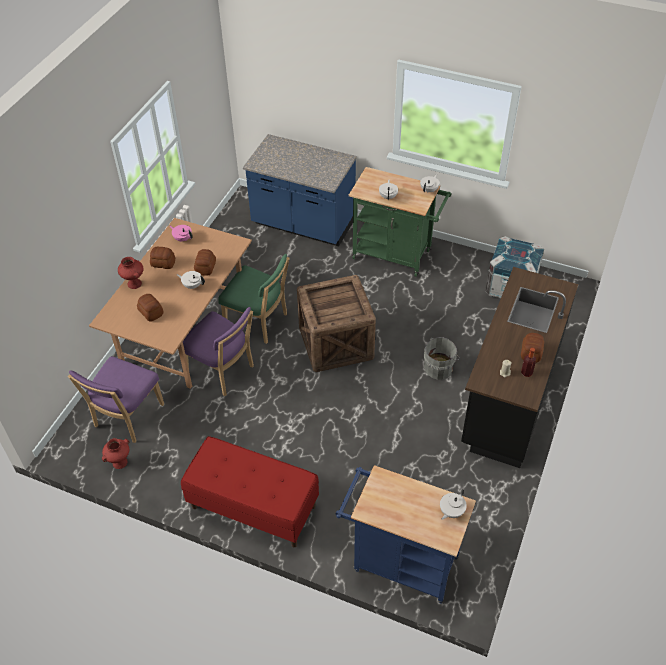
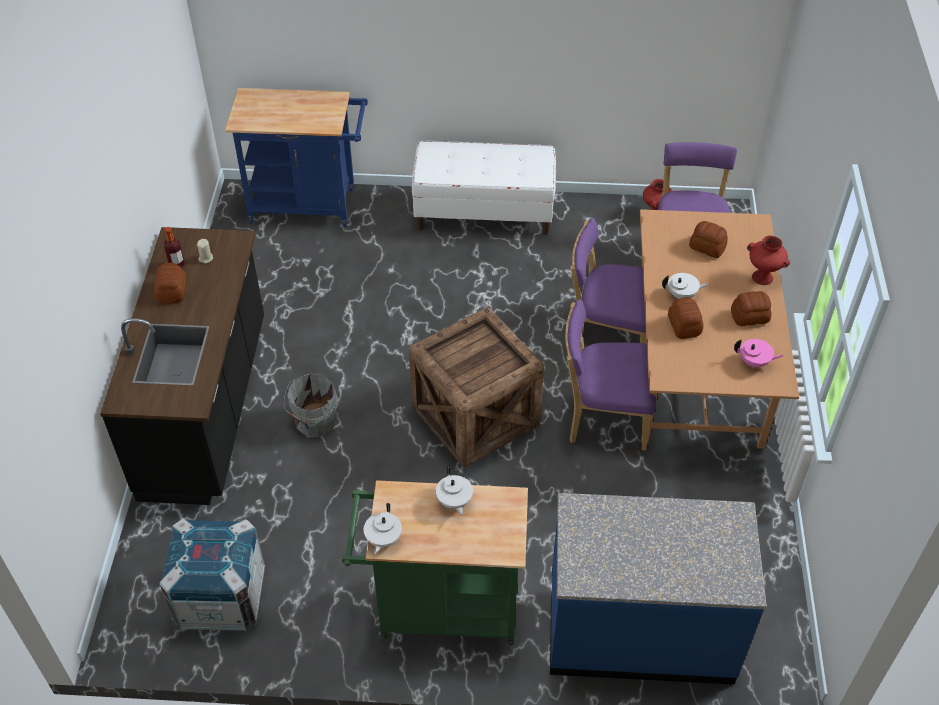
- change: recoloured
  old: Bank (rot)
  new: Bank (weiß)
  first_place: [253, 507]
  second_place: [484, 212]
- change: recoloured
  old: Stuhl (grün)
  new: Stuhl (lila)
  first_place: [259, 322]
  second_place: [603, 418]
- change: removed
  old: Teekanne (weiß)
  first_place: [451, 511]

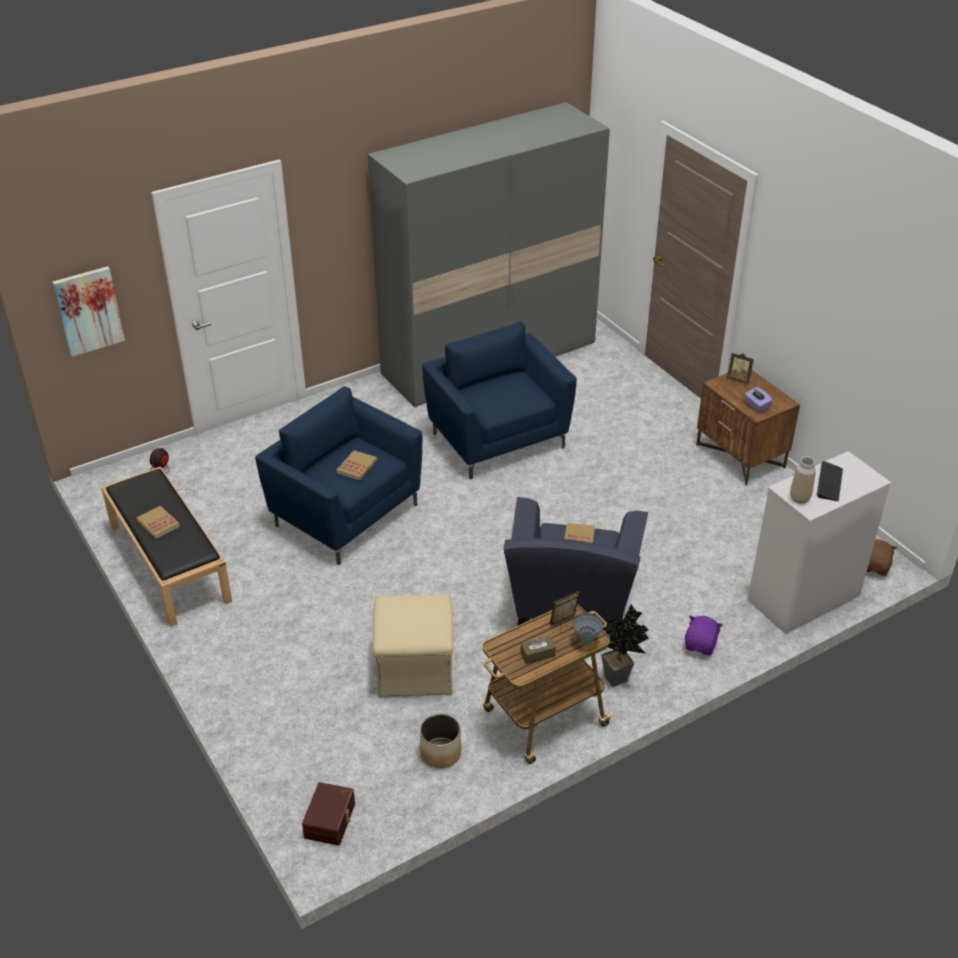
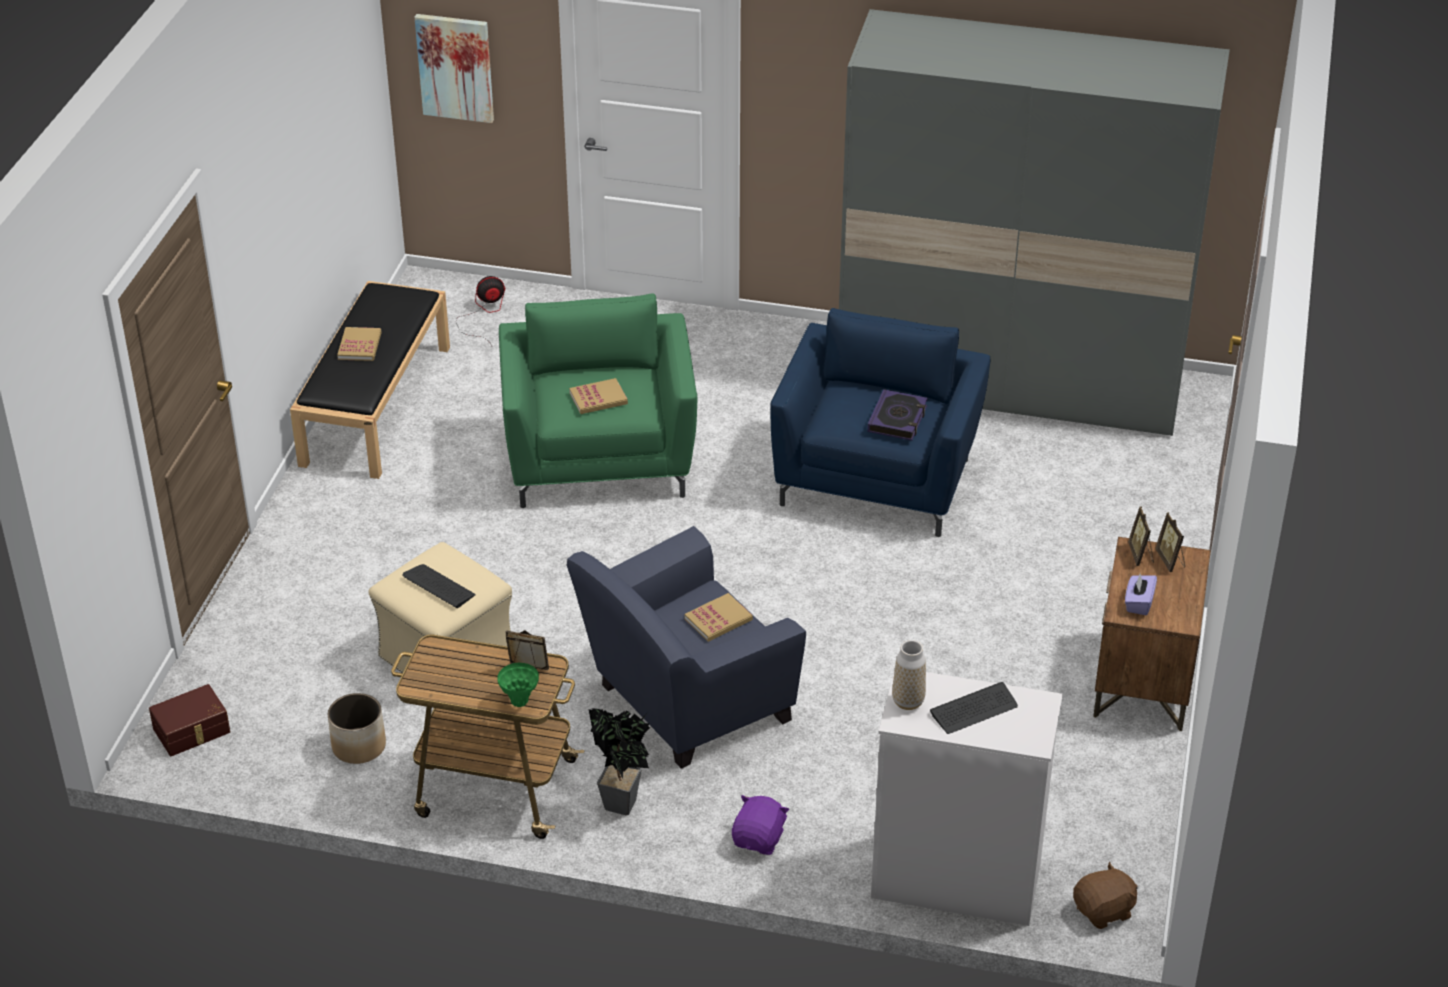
- change: added
  new: Tastatur
  second_place: [439, 586]
- change: recoloured
  old: Vase (grau)
  new: Vase (grün)
  first_place: [586, 641]
  second_place: [519, 701]
- change: recoloured
  old: Sessel (blau)
  new: Sessel (grün)
  first_place: [345, 513]
  second_place: [600, 460]
- change: turned
  old: Plüschtier (lila)
  first_place: [701, 645]
  second_place: [759, 839]
  degrees: -45
- change: added
  new: Buch
  second_place: [897, 419]
- change: added
  new: Bilderrahmen
  second_place: [1141, 555]
- change: removed
  old: Taschentuchbox (braun)
  first_place: [537, 654]

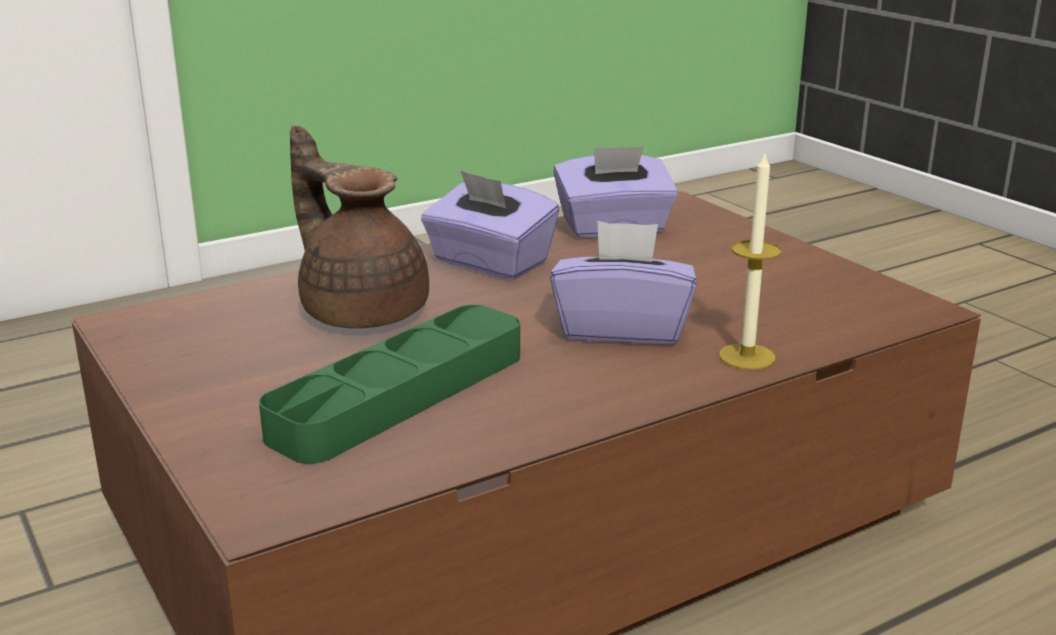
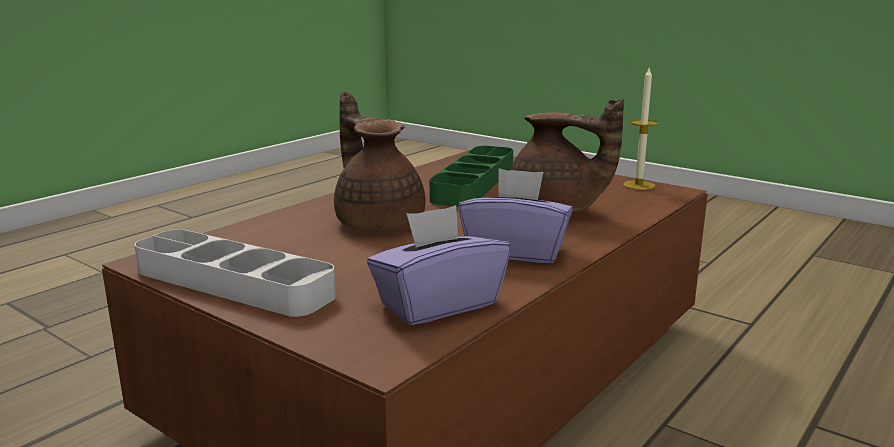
- change: added
  new: Tablett (grau)
  second_place: [233, 283]
- change: replaced
  old: Taschentuchbox (lila)
  new: Teekanne (braun)
  first_place: [622, 328]
  second_place: [378, 221]
- change: moved
  old: Kerze
  first_place: [747, 356]
  second_place: [638, 185]

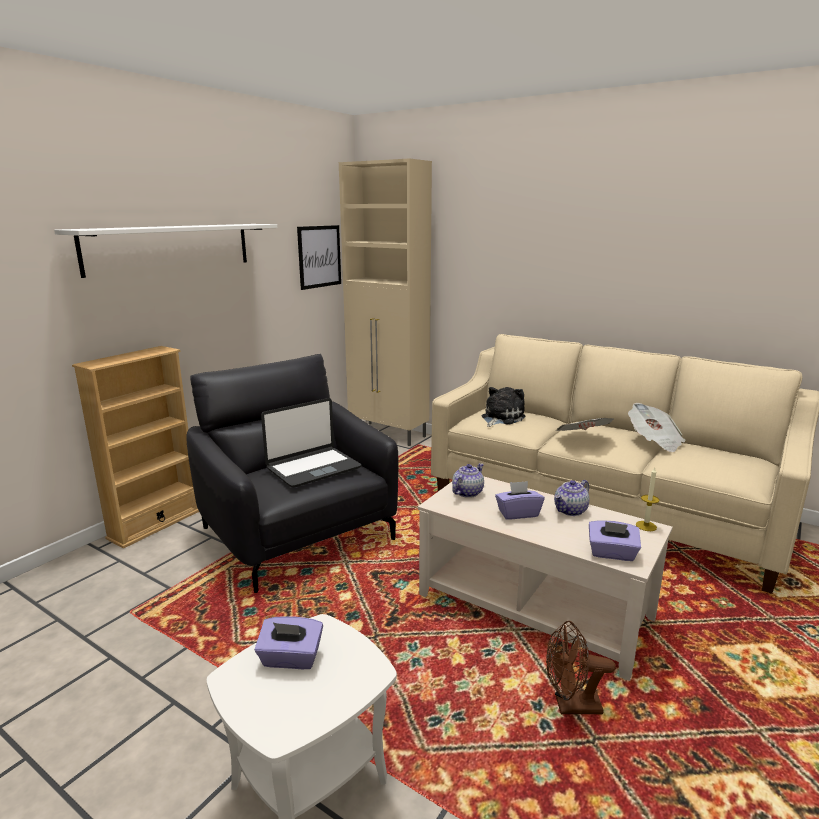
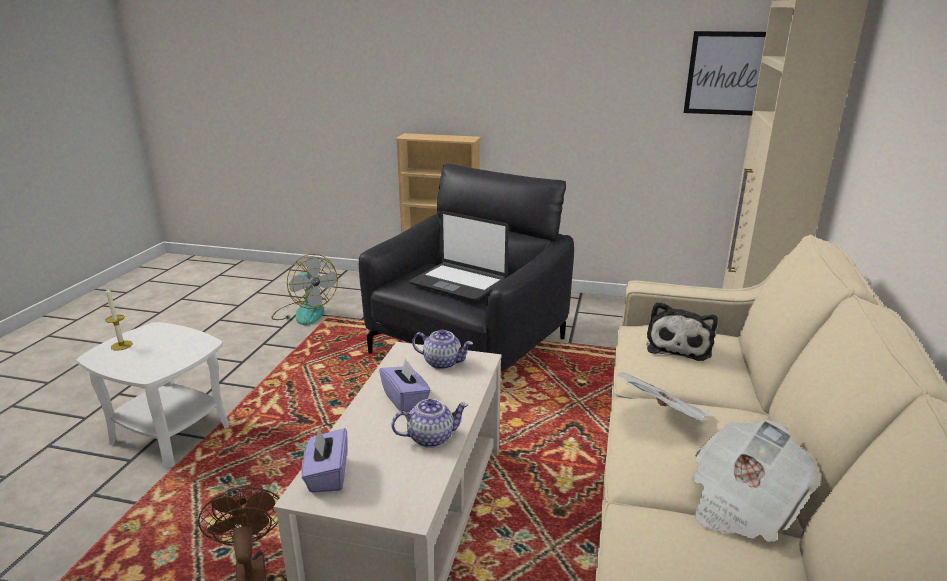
- change: moved
  old: Kerze
  first_place: [646, 526]
  second_place: [121, 345]
- change: added
  new: Ventilator
  second_place: [304, 312]
- change: turned
  old: Teekanne
  first_place: [570, 511]
  second_place: [431, 437]
  degrees: 135
- change: turned
  old: Plüschtier
  first_place: [501, 418]
  second_place: [679, 346]
  degrees: 90
- change: removed
  old: Wandregal (weiß)
  first_place: [171, 247]
- change: removed
  old: Taschentuchbox (lila)
  first_place: [290, 659]

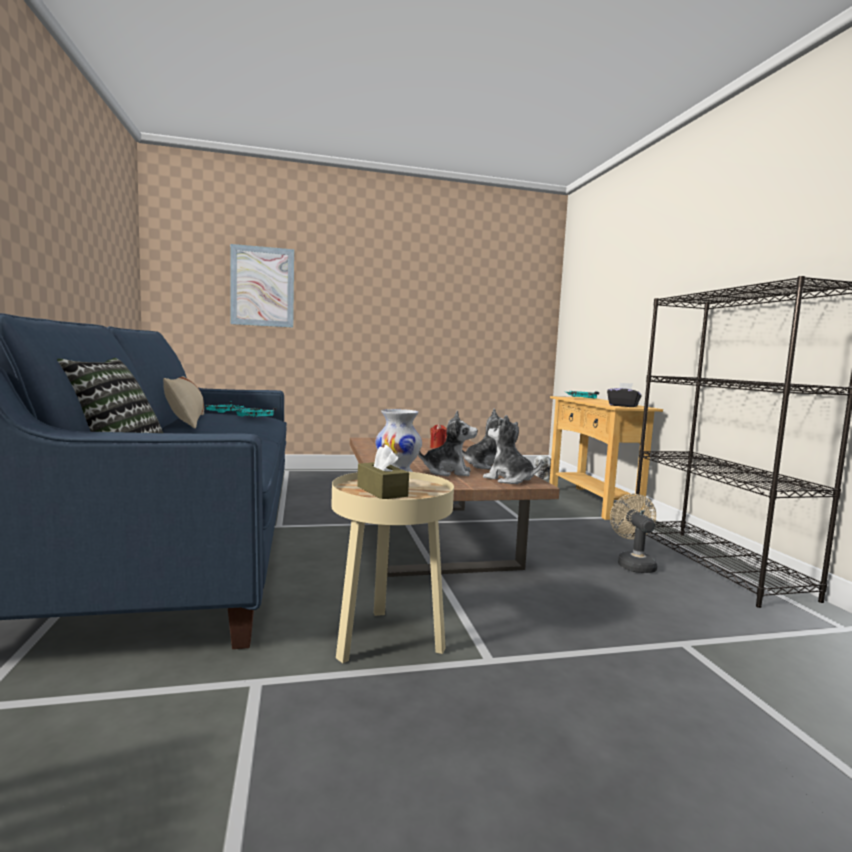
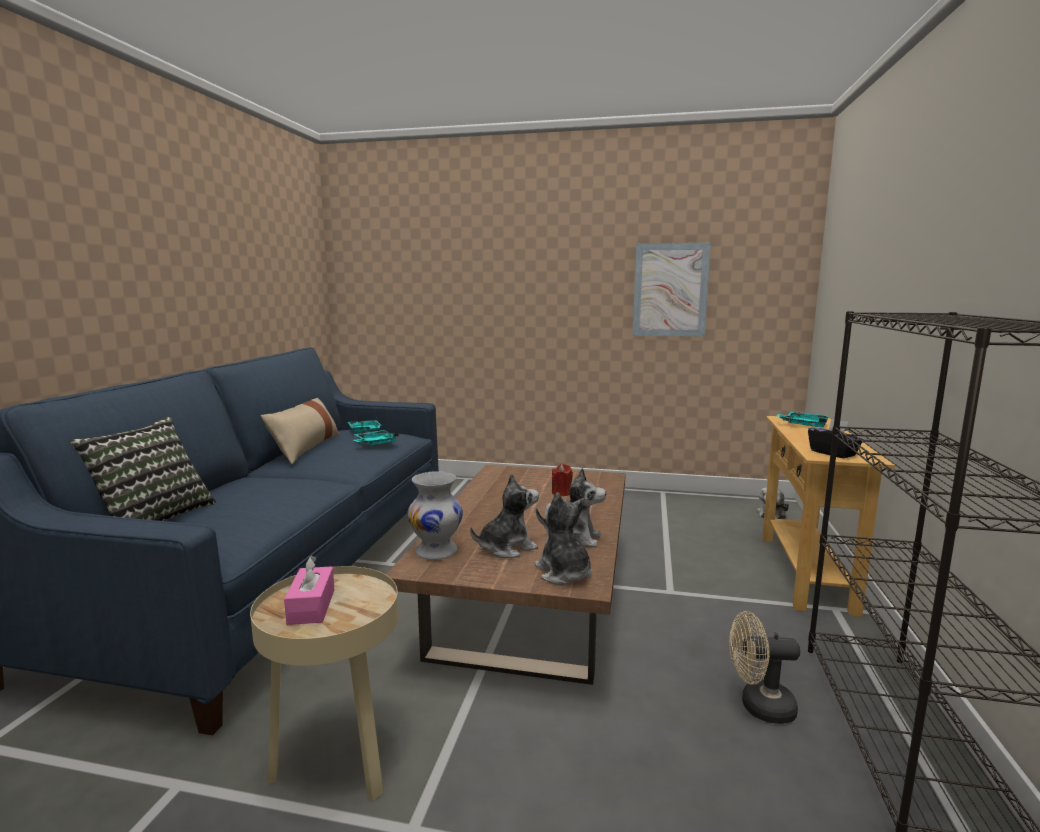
- change: recoloured
  old: Taschentuchbox (braun)
  new: Taschentuchbox (rosa)
  first_place: [382, 491]
  second_place: [311, 606]
- change: turned
  old: Plüschtier
  first_place: [447, 472]
  second_place: [506, 548]
  degrees: -60
- change: moved
  old: Bild
  first_place: [262, 286]
  second_place: [670, 290]
- change: turned
  old: Ventilator (beige)
  first_place: [633, 564]
  second_place: [759, 706]
  degrees: -105

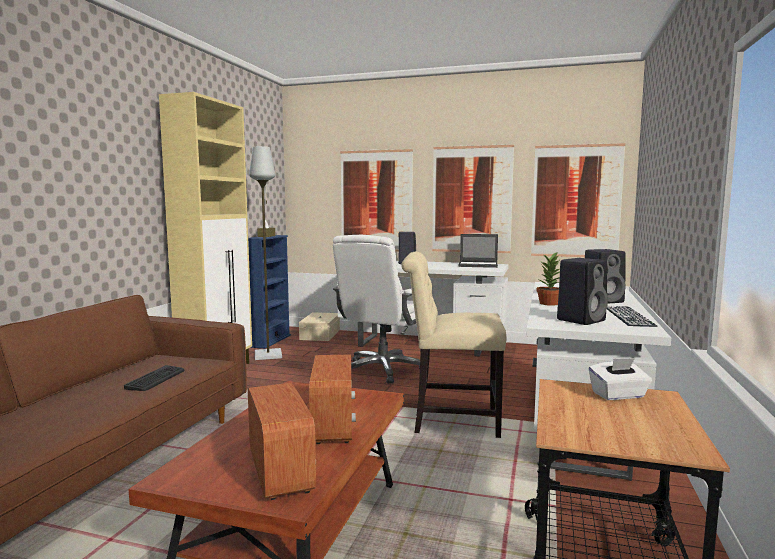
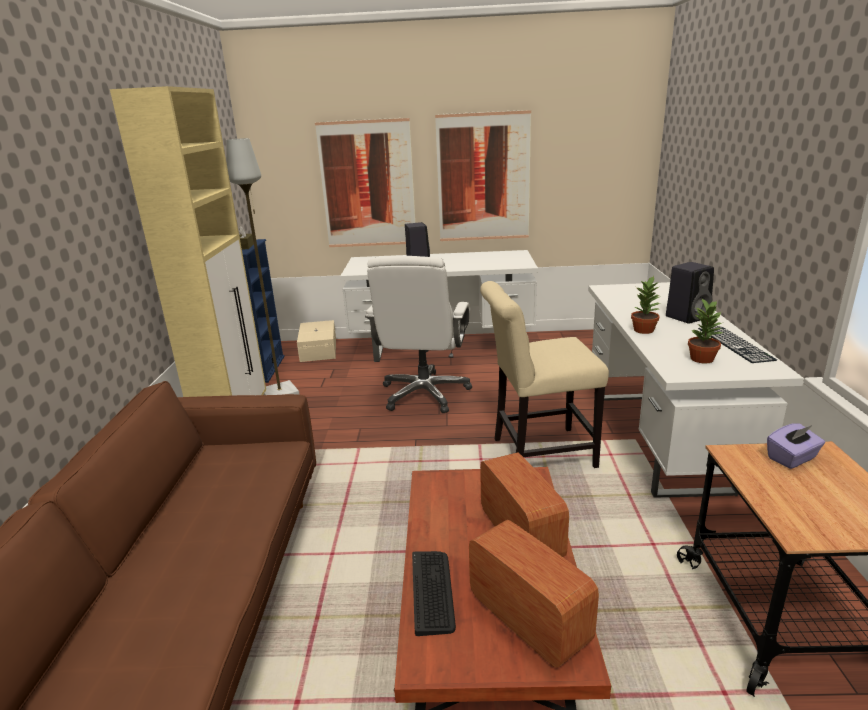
- change: moved
  old: Tastatur
  first_place: [156, 379]
  second_place: [432, 591]
- change: replaced
  old: Lautsprecher (schwarz)
  new: Topfpflanze
  first_place: [581, 320]
  second_place: [702, 358]
- change: recoloured
  old: Taschentuchbox (weiß)
  new: Taschentuchbox (lila)
  first_place: [618, 395]
  second_place: [792, 458]
- change: removed
  old: Laptop
  first_place: [478, 265]
- change: removed
  old: Bild
  first_place: [576, 201]

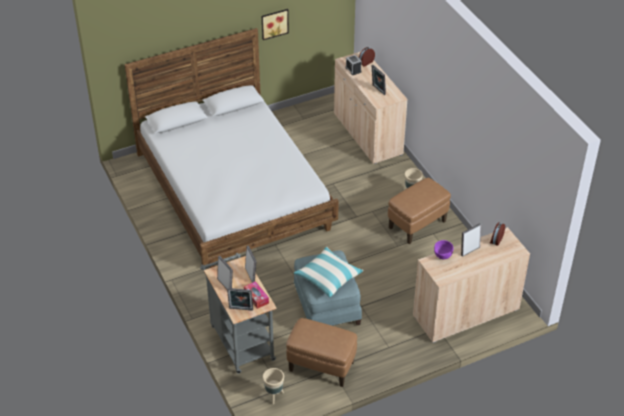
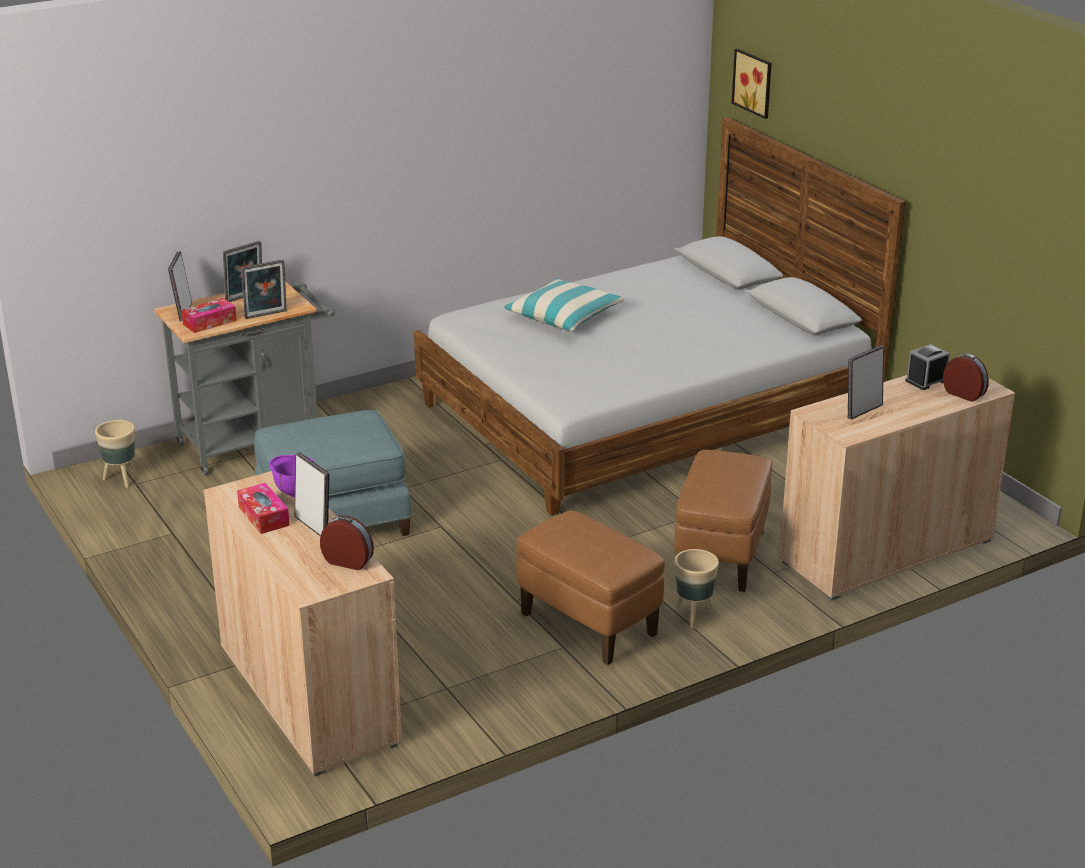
- change: added
  new: Taschentuchbox
  second_place: [264, 516]
- change: moved
  old: Kissen
  first_place: [328, 277]
  second_place: [564, 317]
- change: moved
  old: Polsterhocker (braun)
  first_place: [321, 366]
  second_place: [721, 556]
- change: moved
  old: Bild
  first_place: [274, 23]
  second_place: [754, 82]

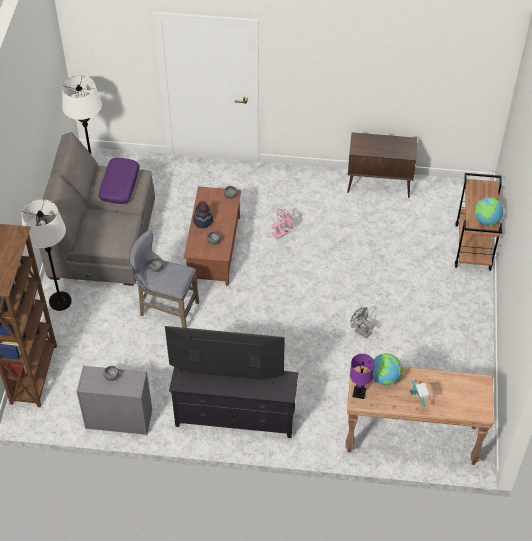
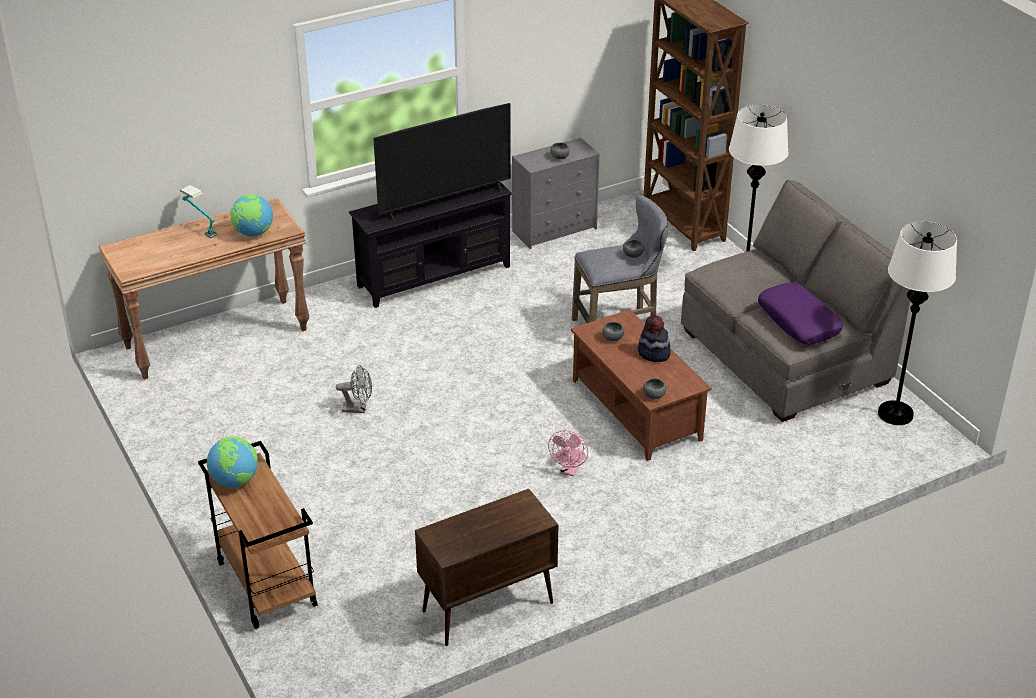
- change: removed
  old: Tischlampe (lila)
  first_place: [359, 392]

